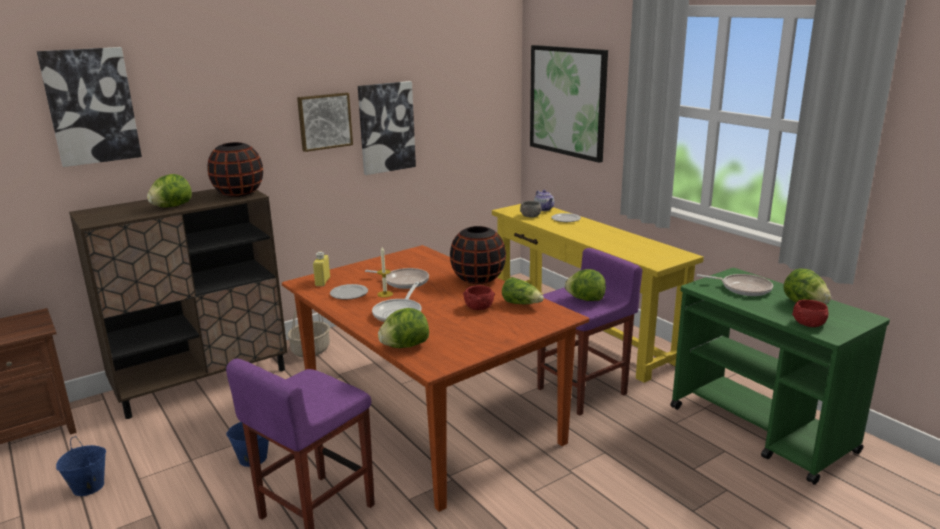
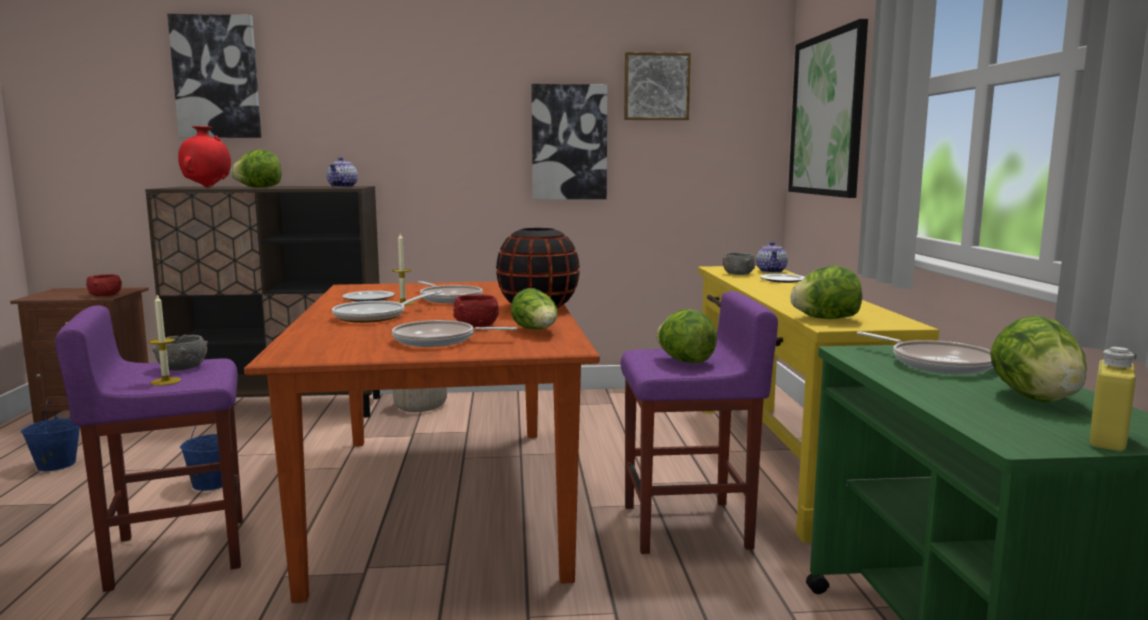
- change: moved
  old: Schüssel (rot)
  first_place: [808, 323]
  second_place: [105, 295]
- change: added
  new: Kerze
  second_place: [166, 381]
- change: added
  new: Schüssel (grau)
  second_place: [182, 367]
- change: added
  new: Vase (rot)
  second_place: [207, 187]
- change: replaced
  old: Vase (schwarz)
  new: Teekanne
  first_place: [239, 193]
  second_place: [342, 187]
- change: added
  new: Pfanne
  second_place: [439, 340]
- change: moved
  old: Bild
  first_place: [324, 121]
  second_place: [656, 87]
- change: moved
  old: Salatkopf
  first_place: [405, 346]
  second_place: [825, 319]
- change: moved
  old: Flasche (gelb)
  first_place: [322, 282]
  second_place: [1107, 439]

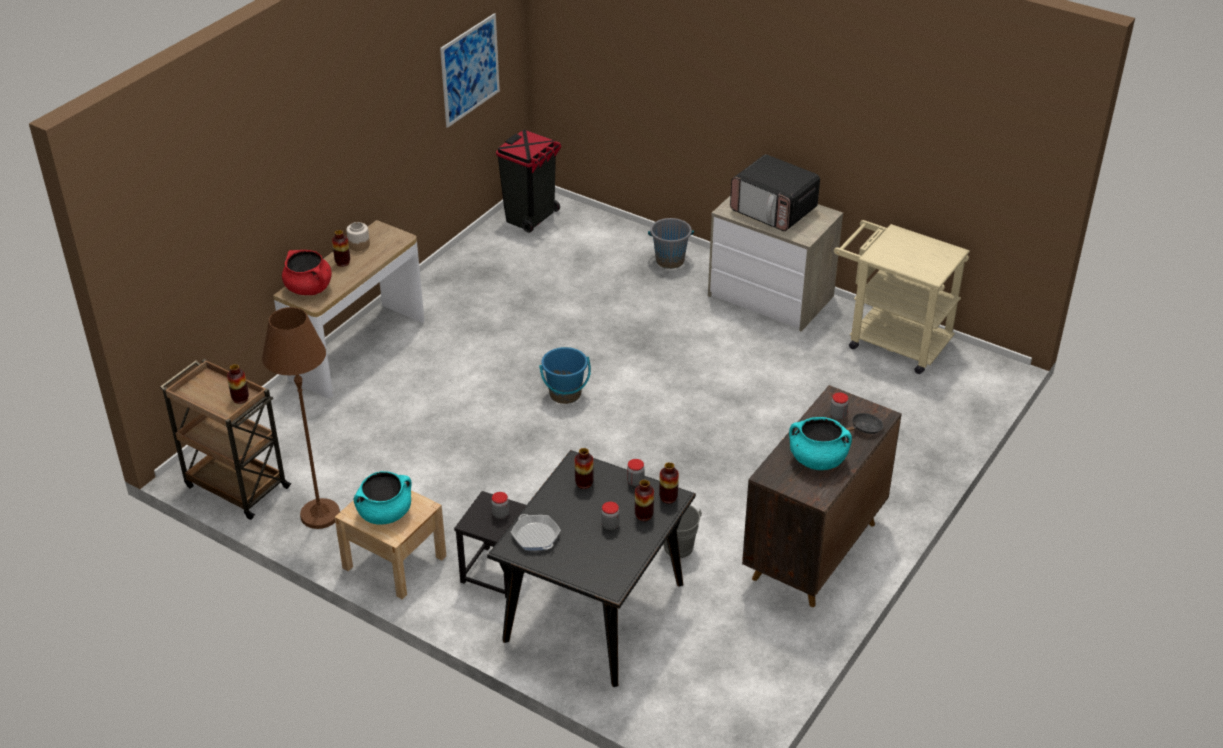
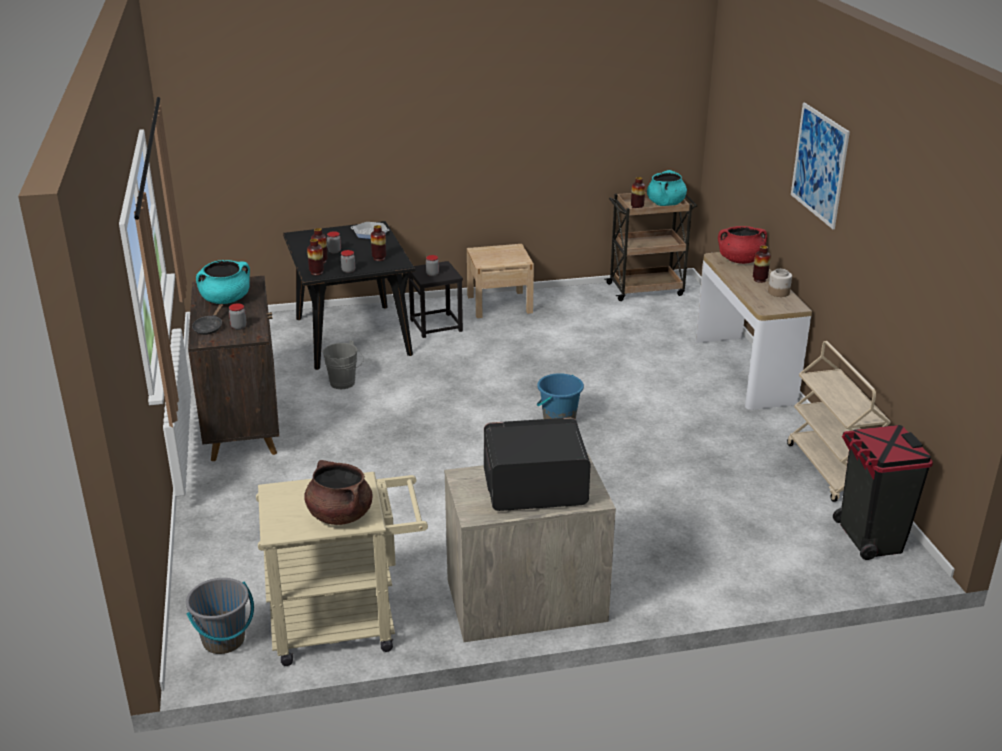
- change: moved
  old: Eimer (grau)
  first_place: [670, 260]
  second_place: [224, 640]
- change: added
  new: Kochtopf (braun)
  second_place: [339, 515]
- change: moved
  old: Kochtopf (türkis)
  first_place: [385, 513]
  second_place: [665, 204]
- change: added
  new: Rollwagen (beige)
  second_place: [831, 470]
- change: moved
  old: Bild
  first_place: [470, 70]
  second_place: [819, 164]
- change: removed
  old: Stehlampe (braun)
  first_place: [320, 514]

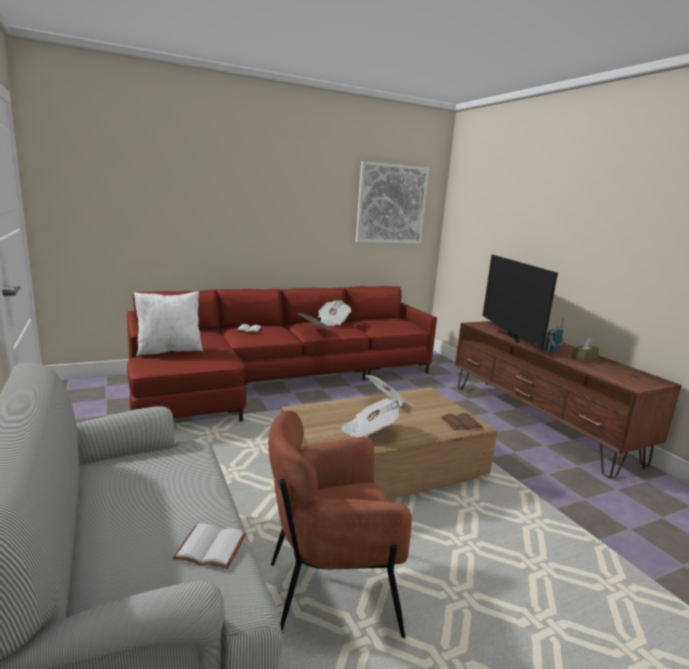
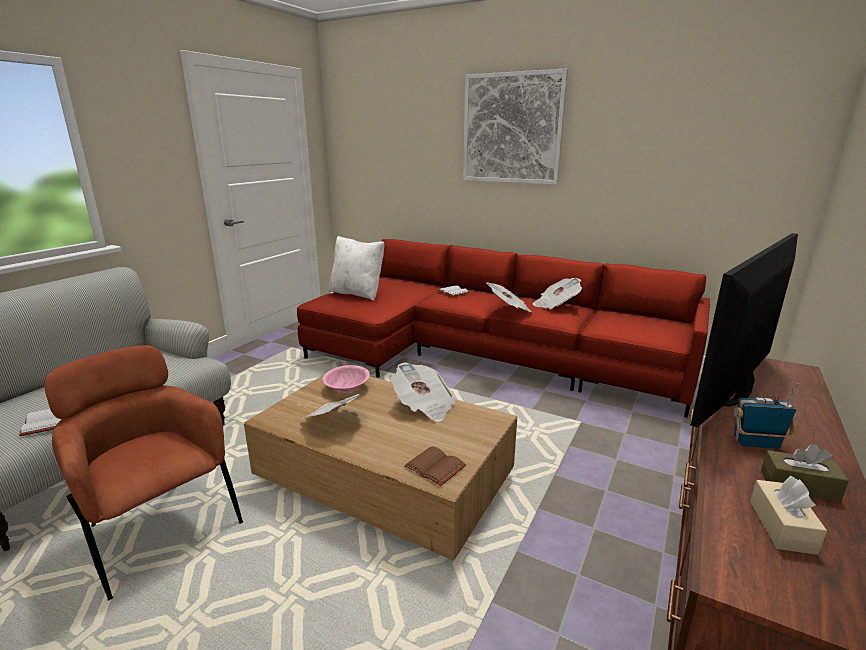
- change: added
  new: Schüssel (rosa)
  second_place: [347, 388]
- change: moved
  old: Bild
  first_place: [391, 204]
  second_place: [512, 129]
- change: added
  new: Taschentuchbox (beige)
  second_place: [781, 526]

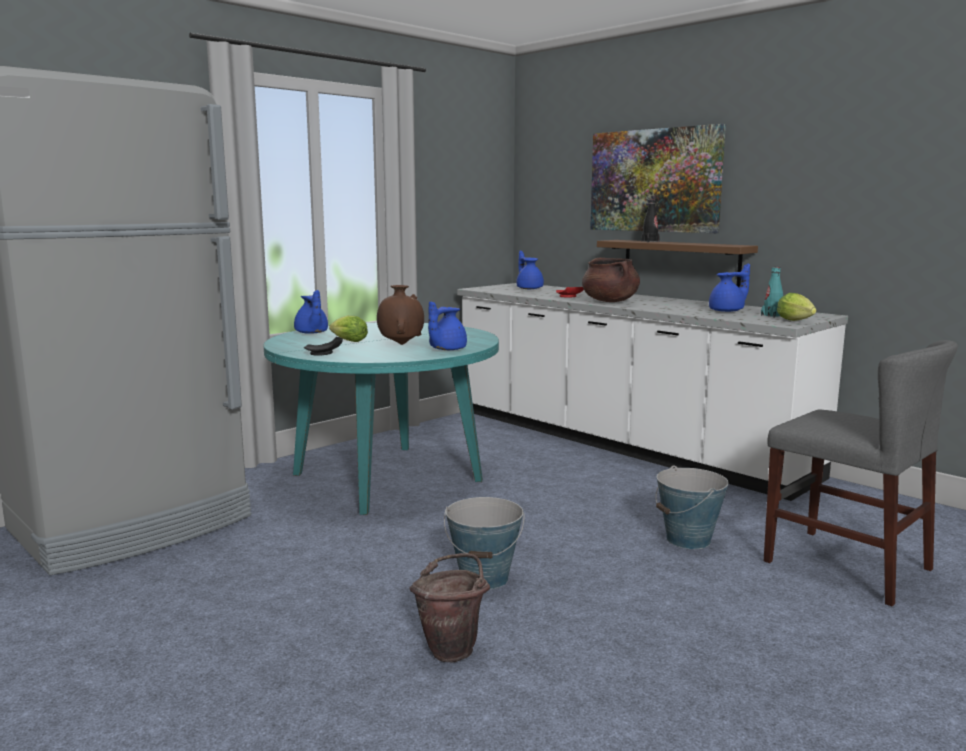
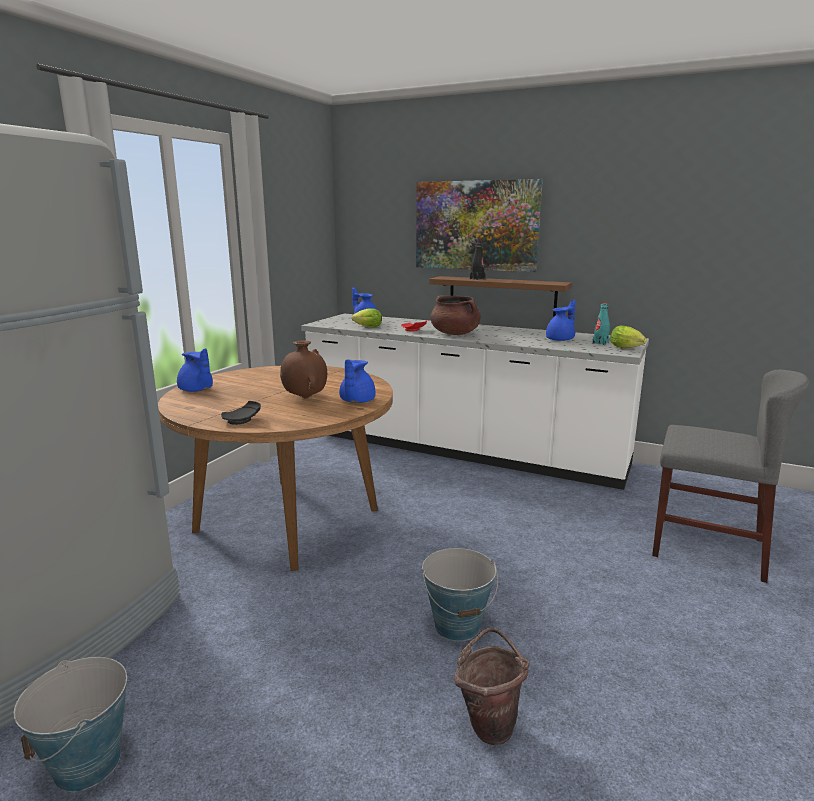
- change: moved
  old: Eimer
  first_place: [688, 540]
  second_place: [87, 764]
- change: recoloured
  old: Esstisch (türkis)
  new: Esstisch (braun)
  first_place: [387, 477]
  second_place: [288, 520]
- change: moved
  old: Salatkopf
  first_place: [347, 341]
  second_place: [366, 327]

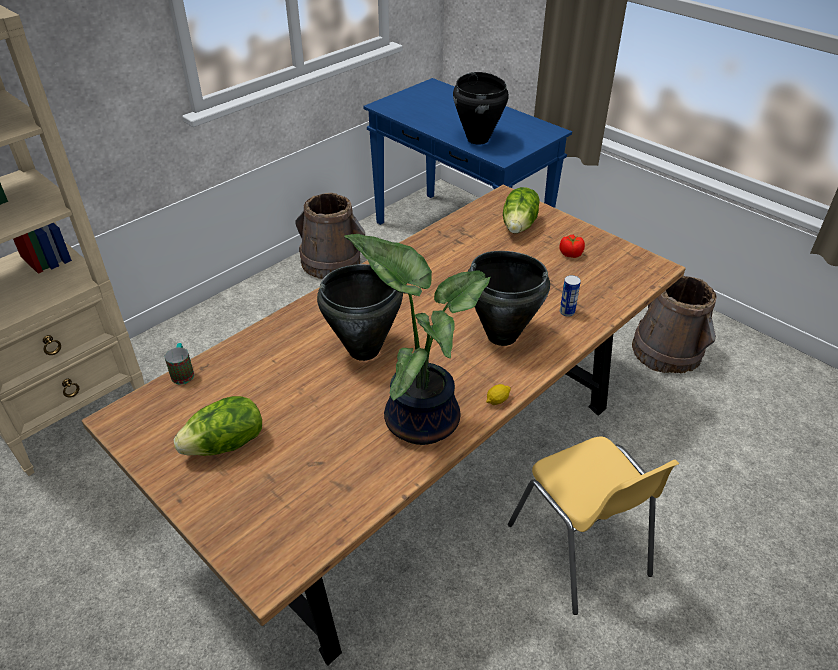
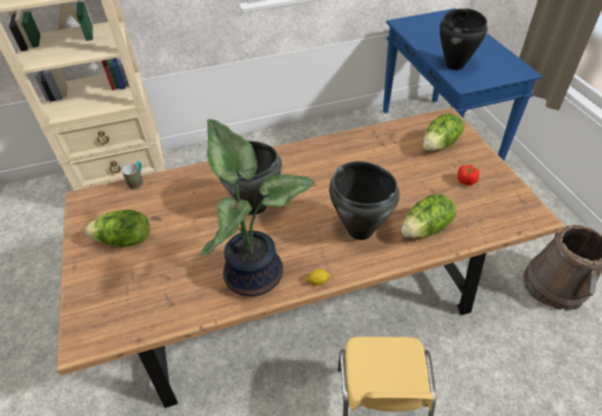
- change: replaced
  old: Dose
  new: Salatkopf
  first_place: [567, 312]
  second_place: [426, 229]
- change: removed
  old: Eimer (braun)
  first_place: [331, 262]

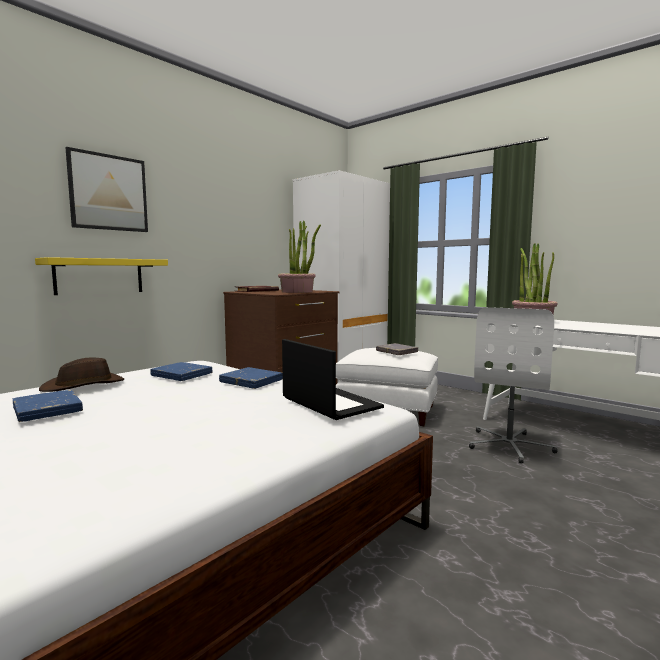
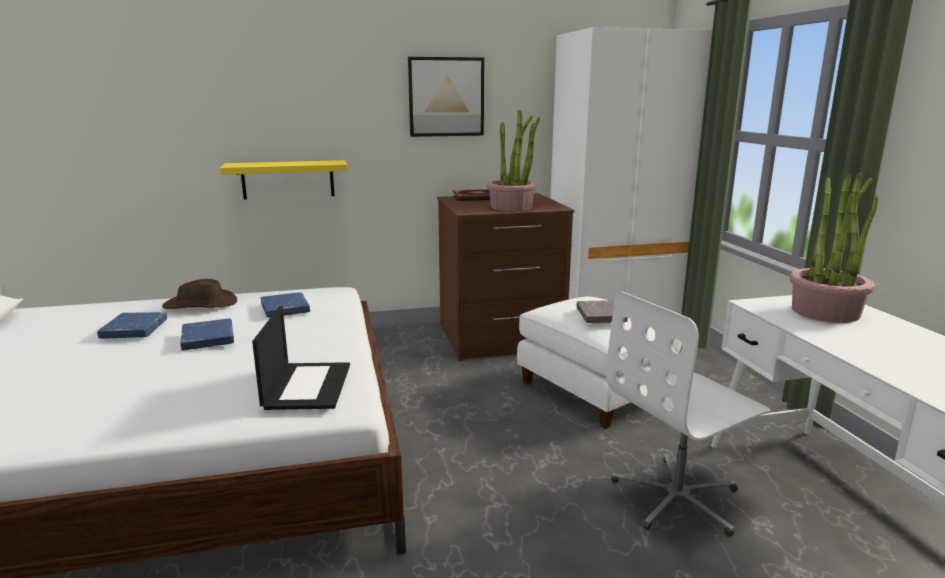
- change: moved
  old: Buch (blau)
  first_place: [251, 381]
  second_place: [208, 338]
- change: moved
  old: Bild
  first_place: [108, 192]
  second_place: [446, 97]

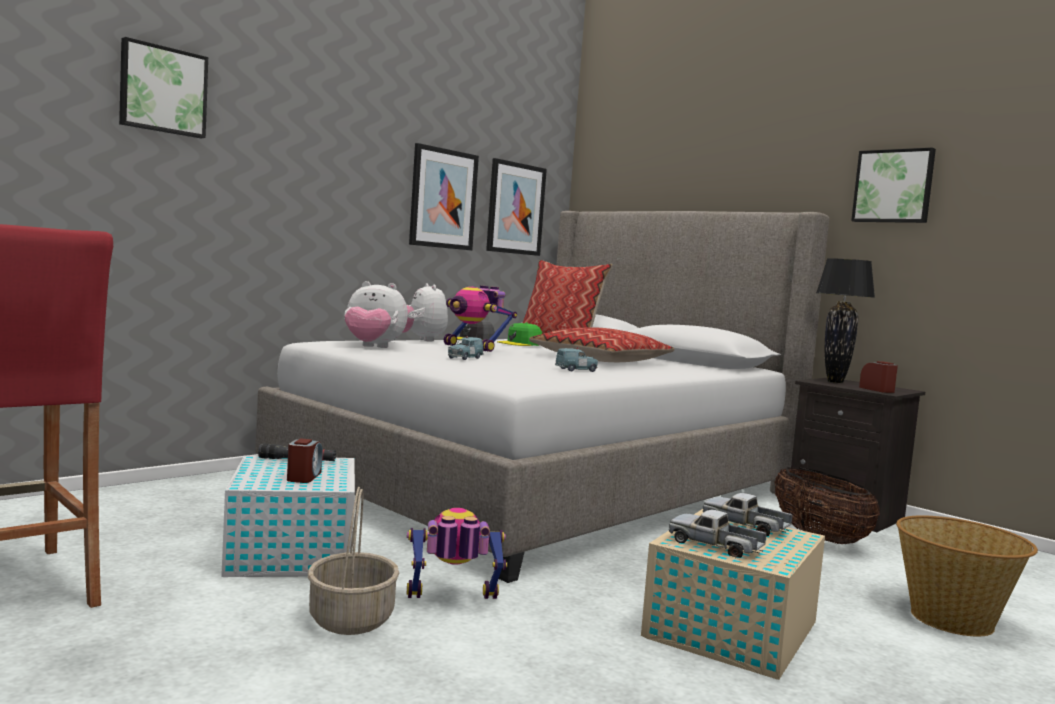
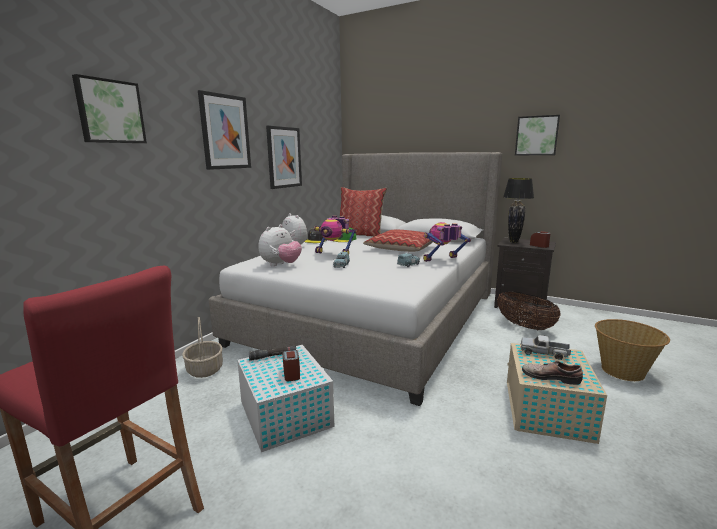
- change: moved
  old: Korb
  first_place: [350, 619]
  second_place: [204, 369]
- change: moved
  old: Bild
  first_place: [515, 208]
  second_place: [225, 132]
- change: turned
  old: Plüschtier
  first_place: [372, 347]
  second_place: [281, 265]
  degrees: -45
- change: moved
  old: Spielzeugroboter
  first_place: [452, 602]
  second_place: [443, 260]
- change: replaced
  old: Spielzeuglaster
  new: Schuh
  first_place: [715, 546]
  second_place: [550, 376]

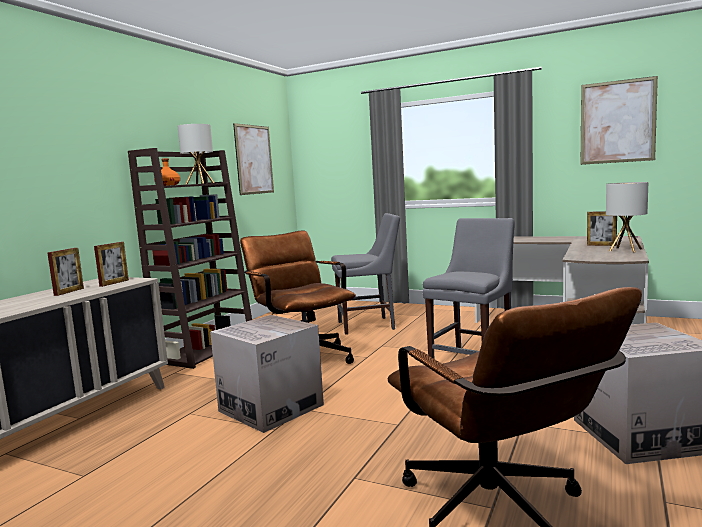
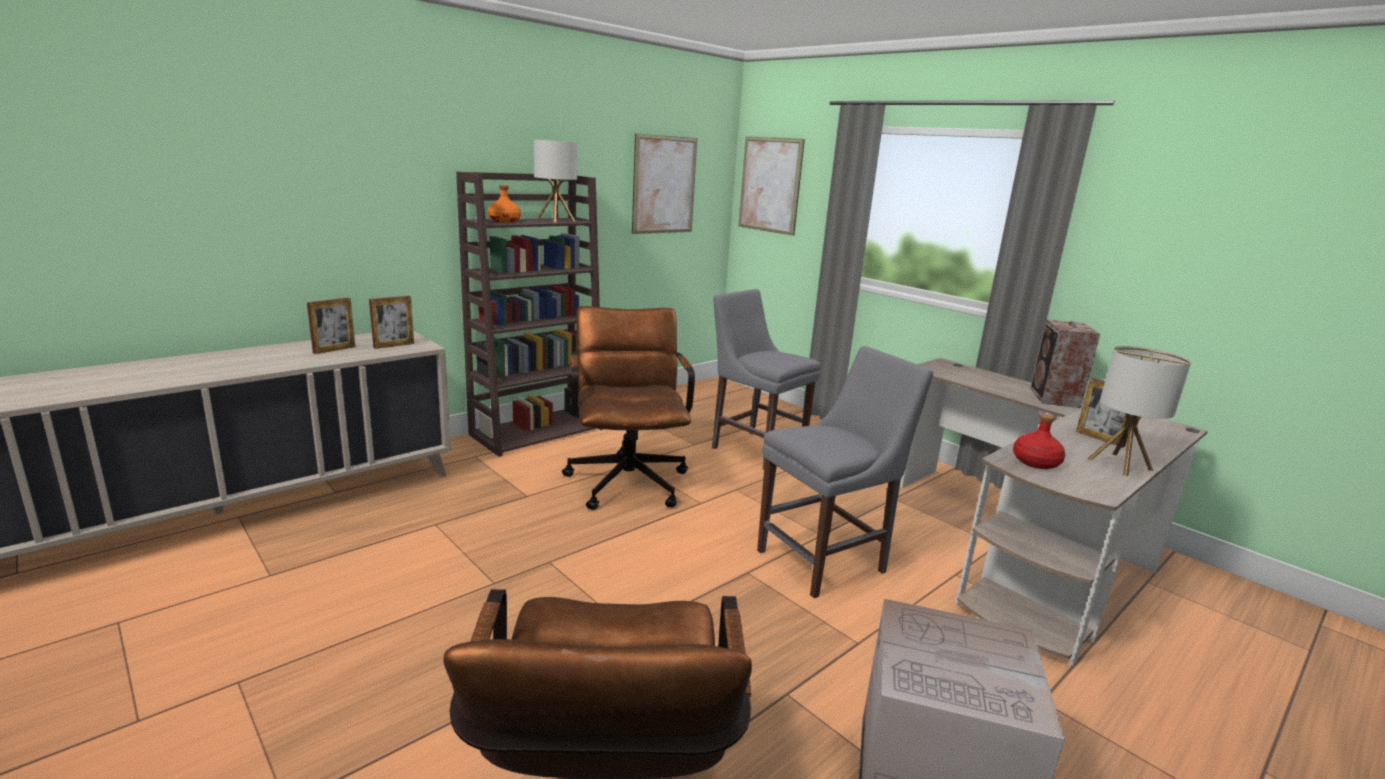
- change: turned
  old: Stuhl (grau)
  first_place: [369, 325]
  second_place: [754, 448]
  degrees: -150
- change: moved
  old: Bild
  first_place: [617, 122]
  second_place: [770, 185]
- change: added
  new: Flasche (rot)
  second_place: [1036, 462]
- change: added
  new: Lautsprecher
  second_place: [1054, 398]
- change: removed
  old: Karton
  first_place: [271, 408]

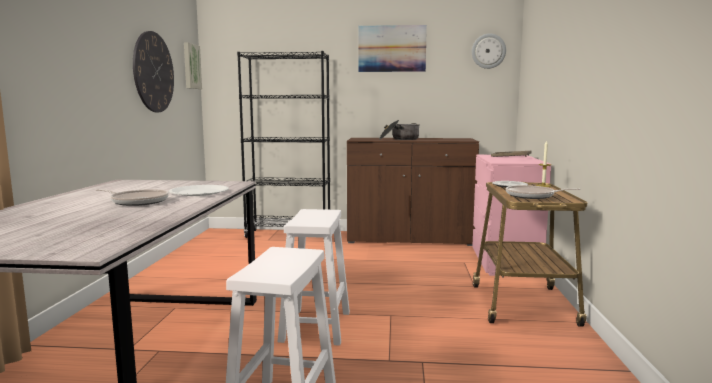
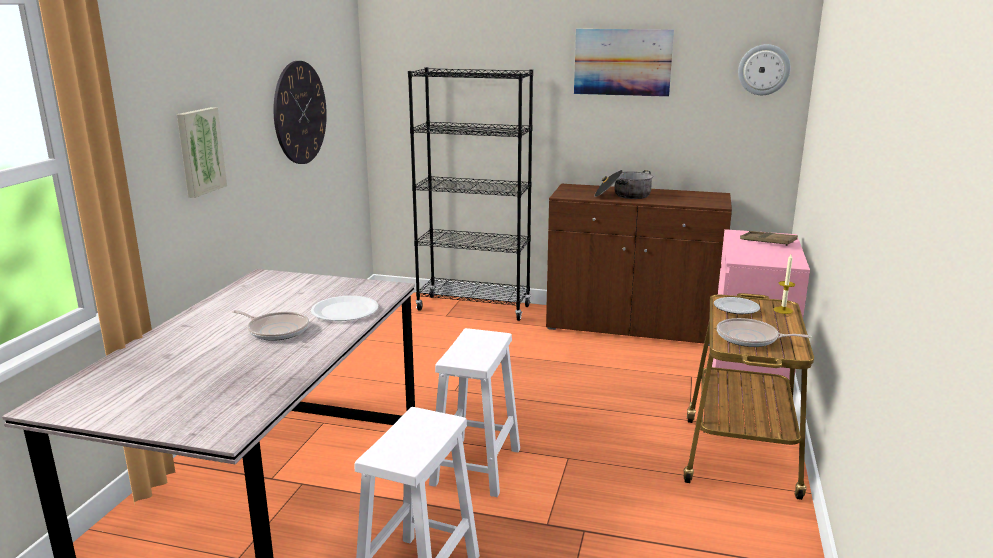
- change: moved
  old: Bild
  first_place: [191, 66]
  second_place: [199, 151]

